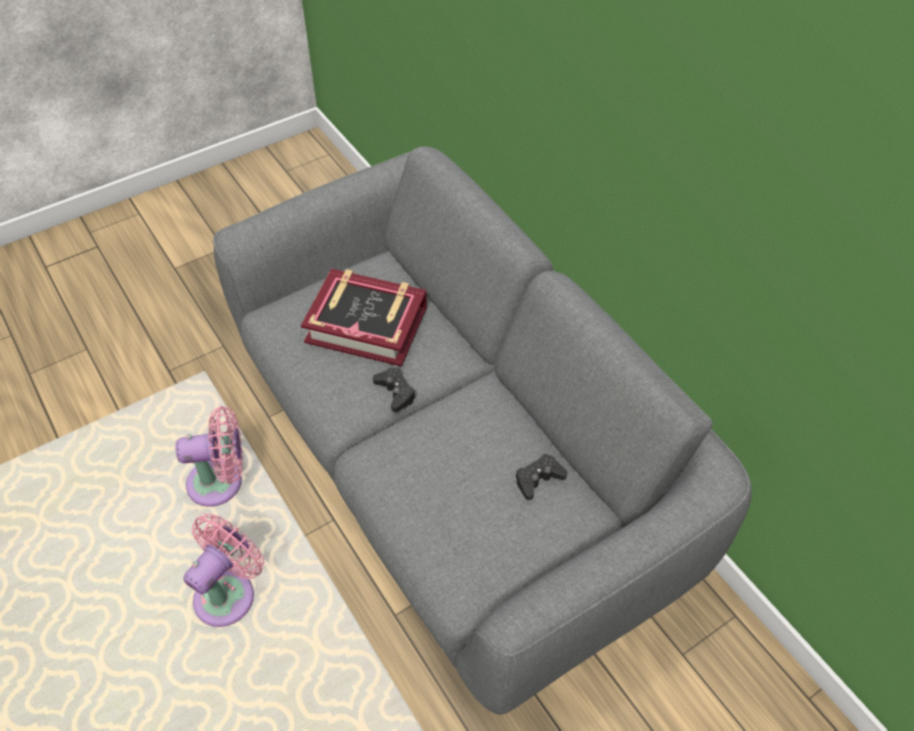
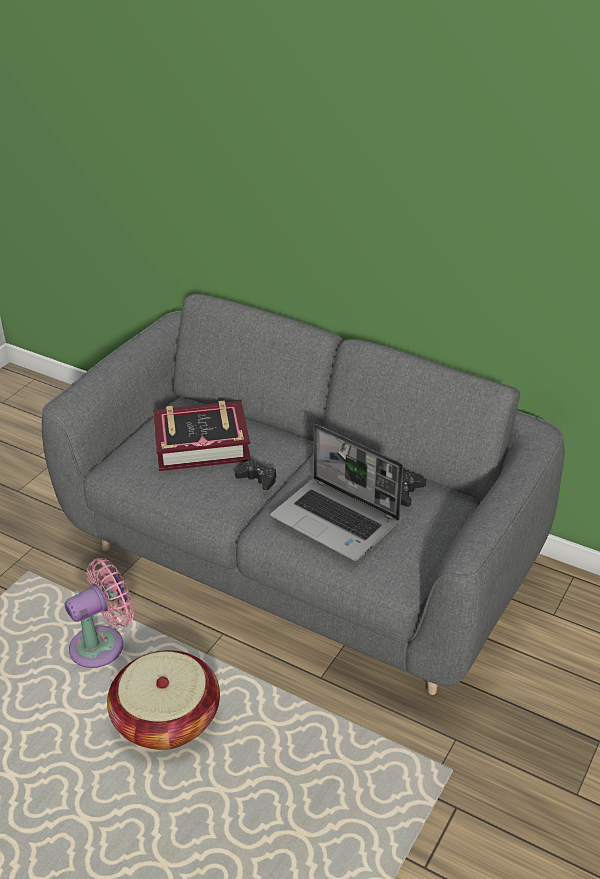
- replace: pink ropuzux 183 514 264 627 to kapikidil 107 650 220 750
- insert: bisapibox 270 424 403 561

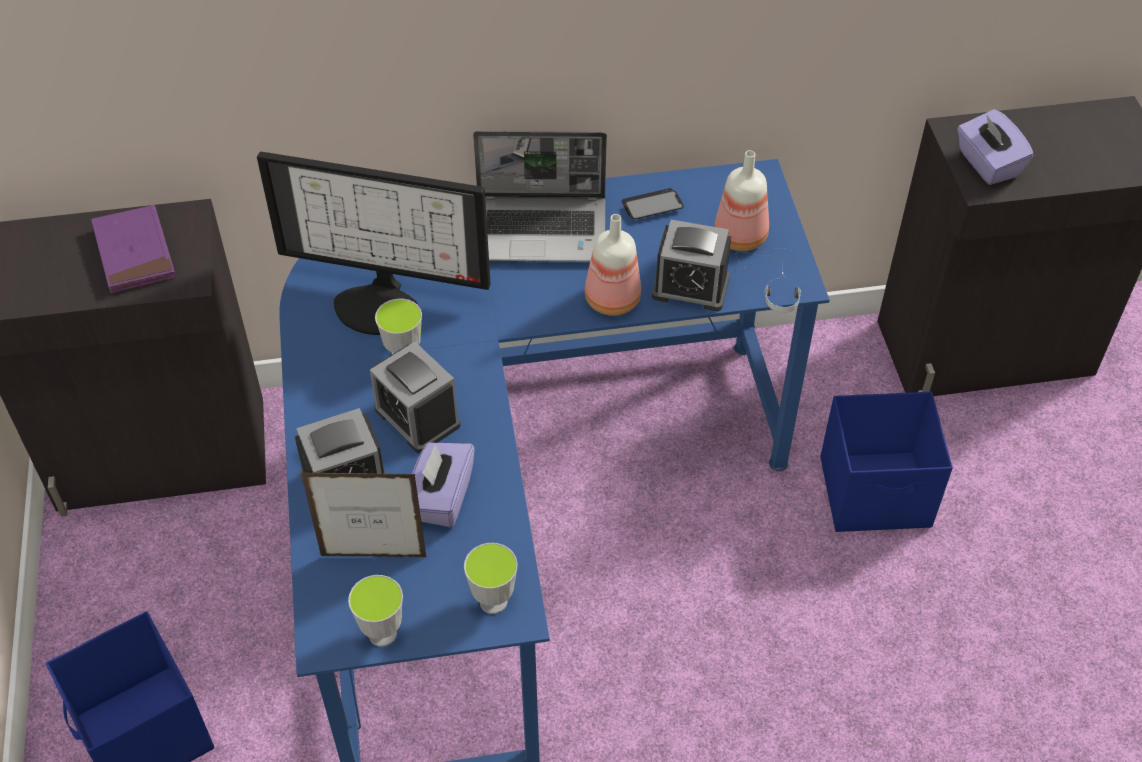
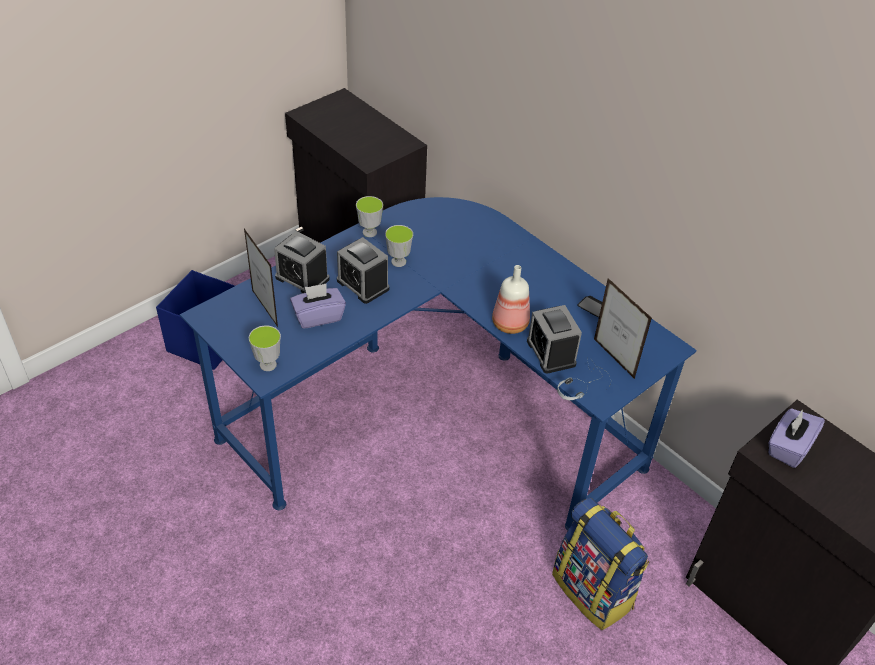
- delete: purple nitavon 91 205 176 293
- delete: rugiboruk 257 152 491 335
- move: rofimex 348 575 403 647 to 356 196 383 237
- rotate: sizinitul 370 342 460 453 = 337 237 389 304 60 degrees counterclockwise
- delete: bisapibox 473 131 607 262
- replace: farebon 714 150 769 251 to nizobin 594 278 652 379
- replace: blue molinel 820 392 953 532 to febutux 552 498 649 630

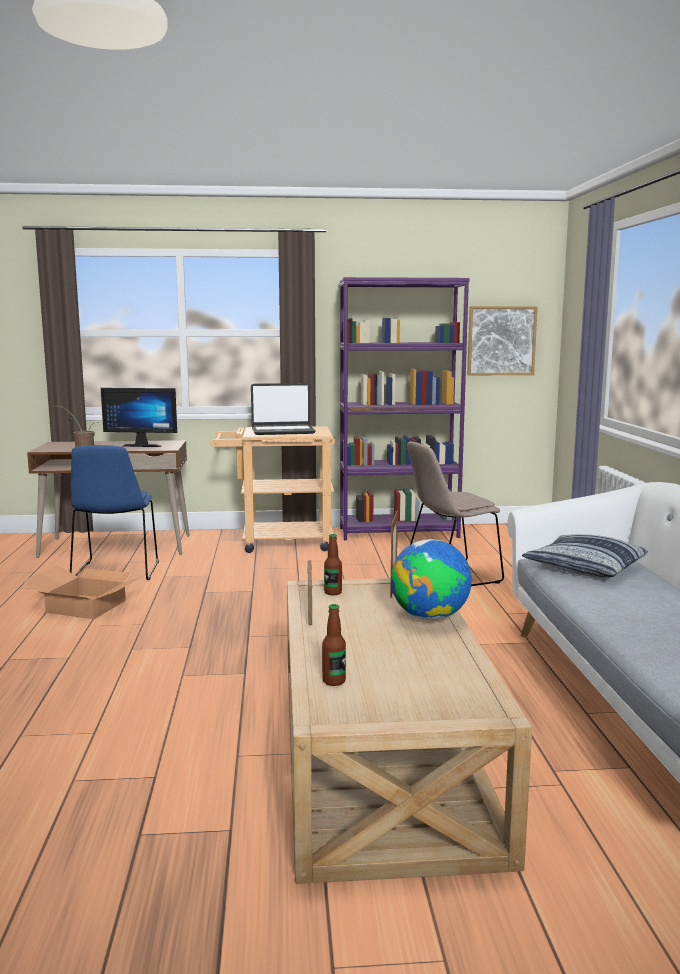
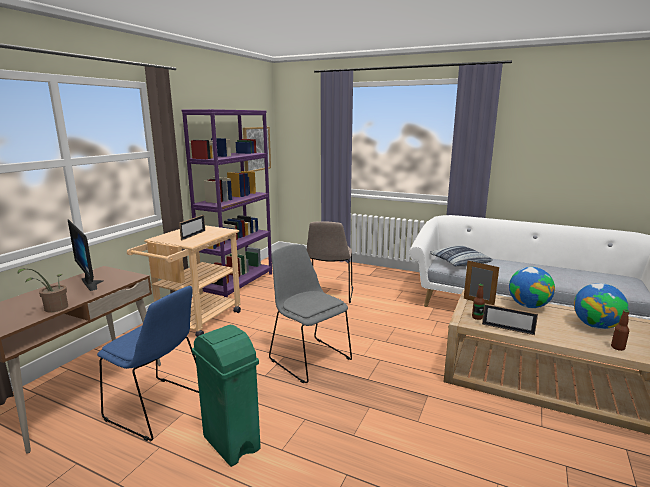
- replace: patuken 23 565 145 619 to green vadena 192 325 261 467
- rotate: rugiboruk 101 388 177 447 = 68 219 103 291 105 degrees clockwise
- replace: bisapibox 251 383 316 435 to nizobin 179 215 205 240
- insert: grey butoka 269 244 352 383
- insert: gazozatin 574 283 628 329

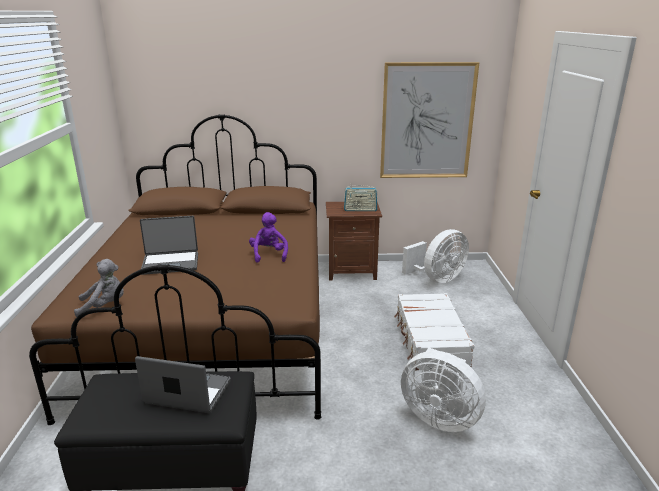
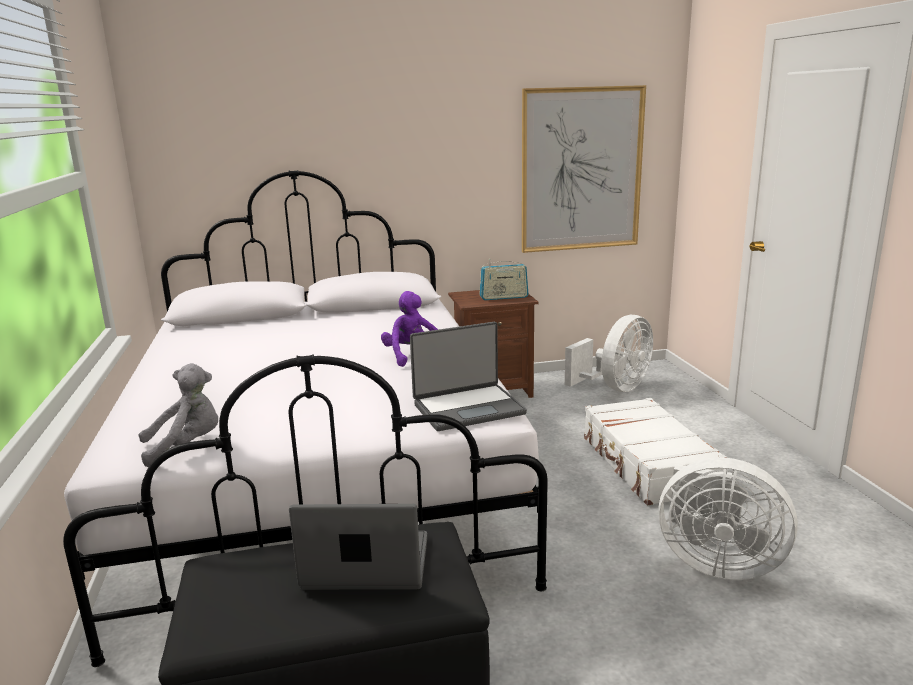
- recolor: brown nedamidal 29 114 321 425 to white nedamidal 63 170 548 667
- move: bisapibox 140 216 198 275 to 410 322 527 431

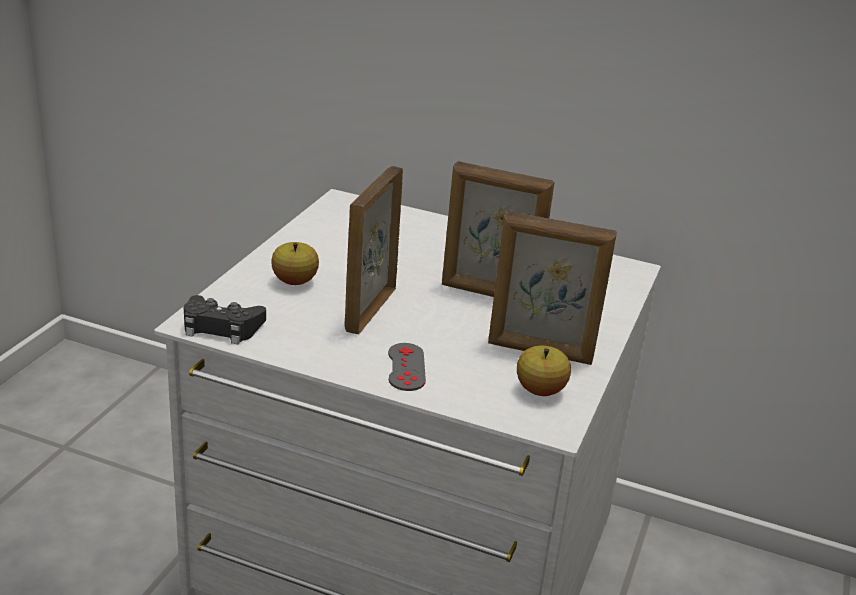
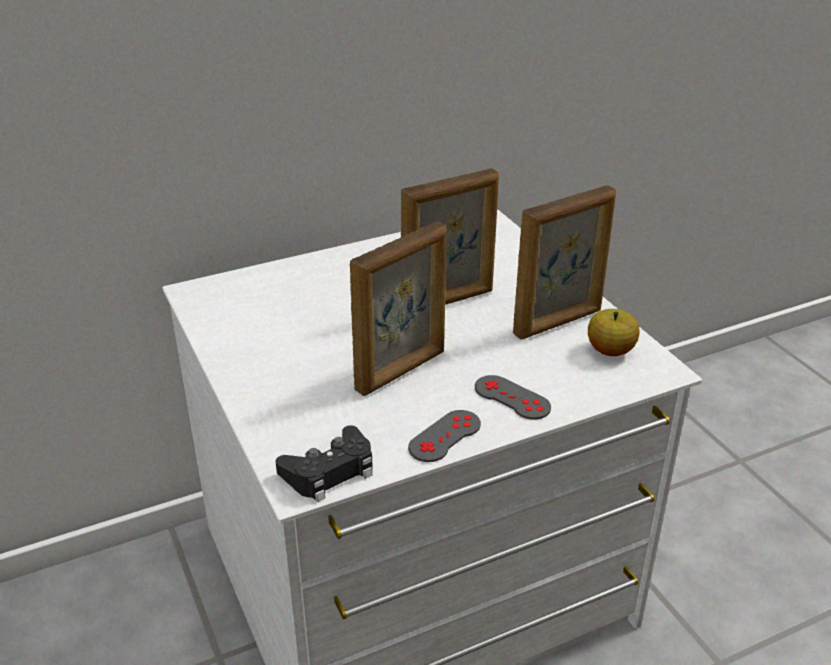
- delete: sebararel 271 242 319 285
- rotate: nizobin 345 166 403 334 = 350 222 446 396 105 degrees counterclockwise
- insert: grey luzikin 408 410 481 462

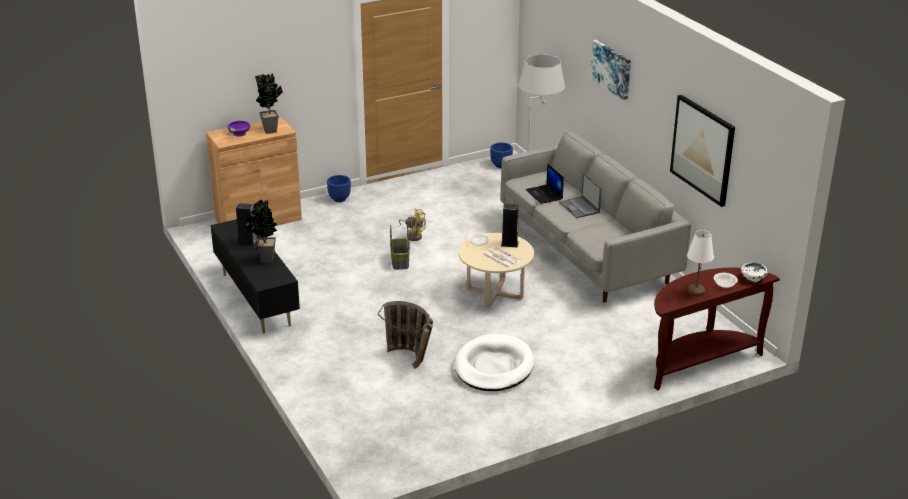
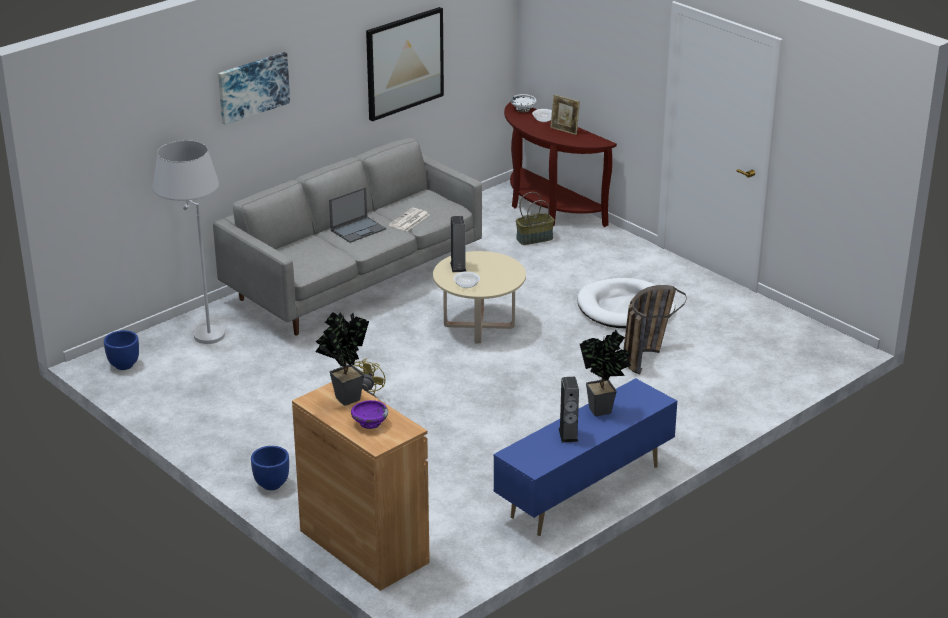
- recolor: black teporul 211 219 300 334 to blue teporul 493 378 677 536
- move: kapikidil 390 224 410 270 to 516 192 554 245
- move: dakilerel 483 247 522 268 to 389 208 429 231
- delete: bisapibox 526 163 564 204
- replace: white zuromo 687 230 714 296 to nizobin 550 94 580 135

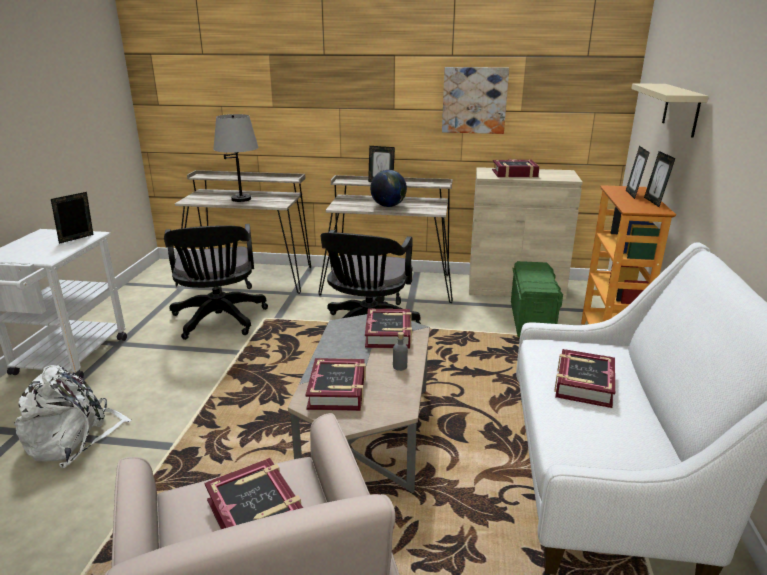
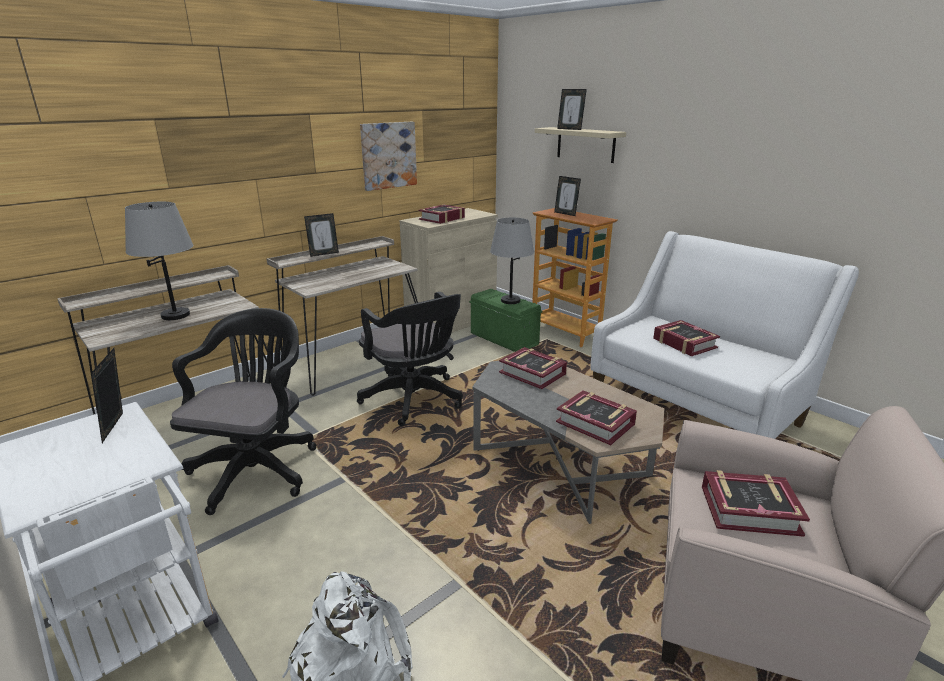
- rotate: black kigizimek 164 224 268 340 = 170 308 317 515 105 degrees counterclockwise
- delete: gazozatin 370 170 407 207
- delete: grey farebon 393 332 408 371
- move: nizobin 644 151 675 207 to 557 89 587 130
- insert: grey zuromo 490 217 534 304

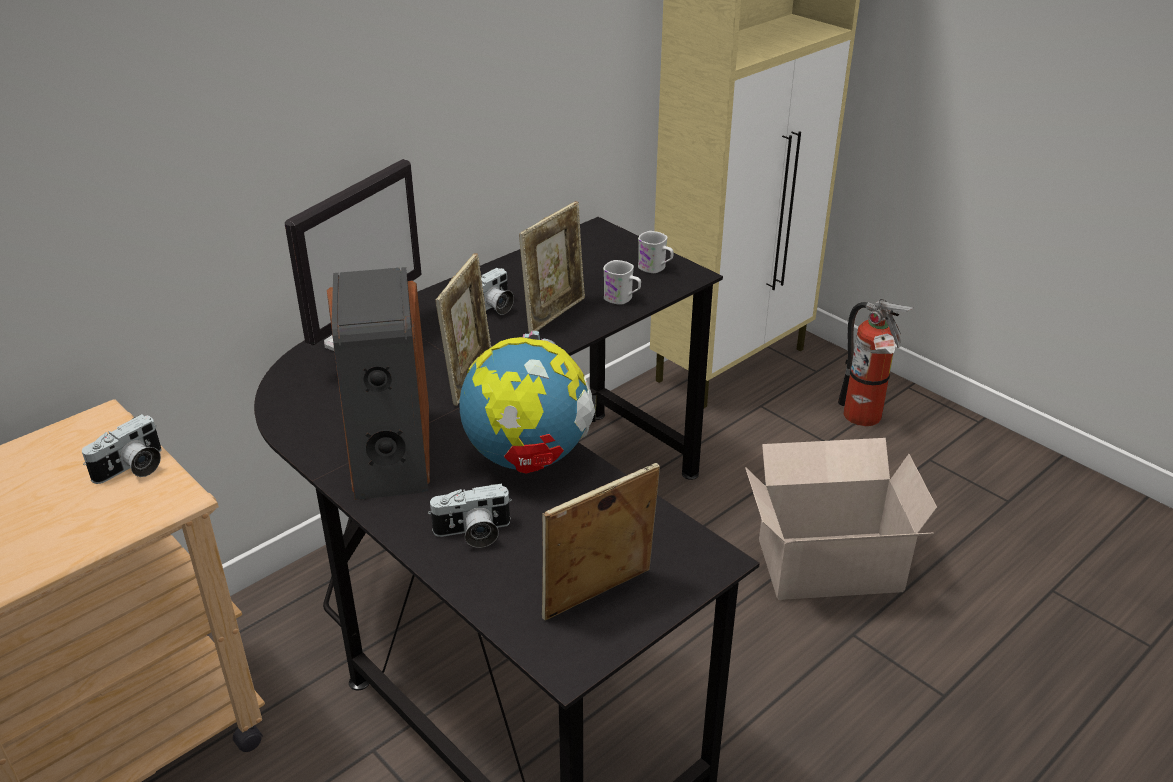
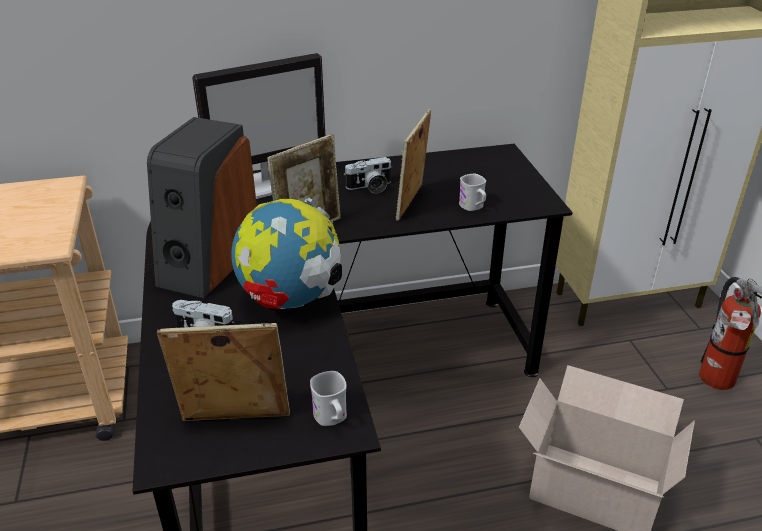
- delete: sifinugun 82 414 161 484
- rotate: nizobin 519 201 585 334 = 396 109 431 221 135 degrees clockwise
- move: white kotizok 638 231 674 273 to 310 371 347 426

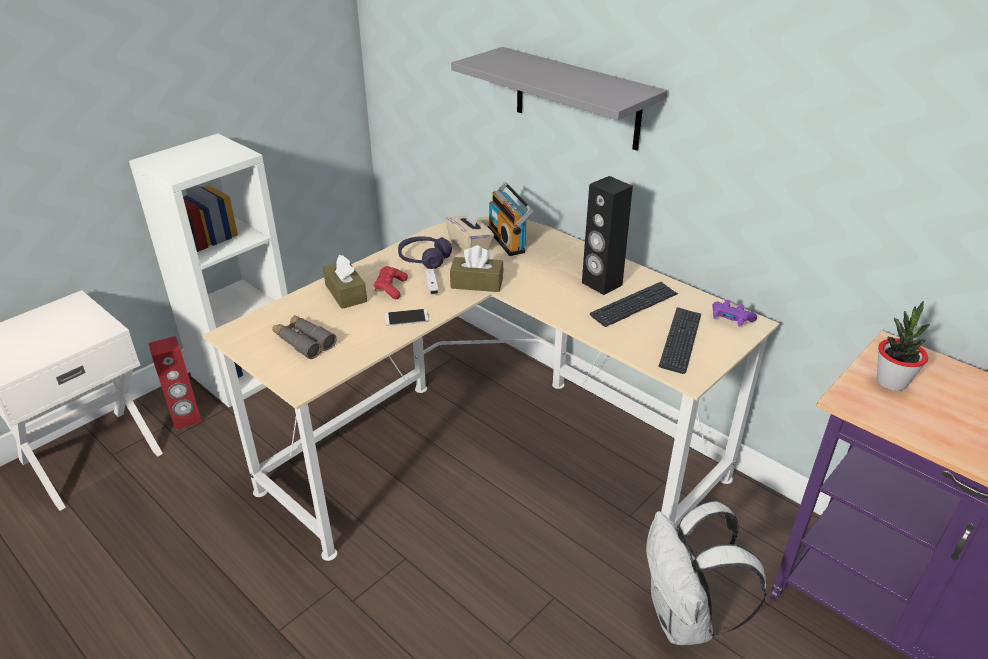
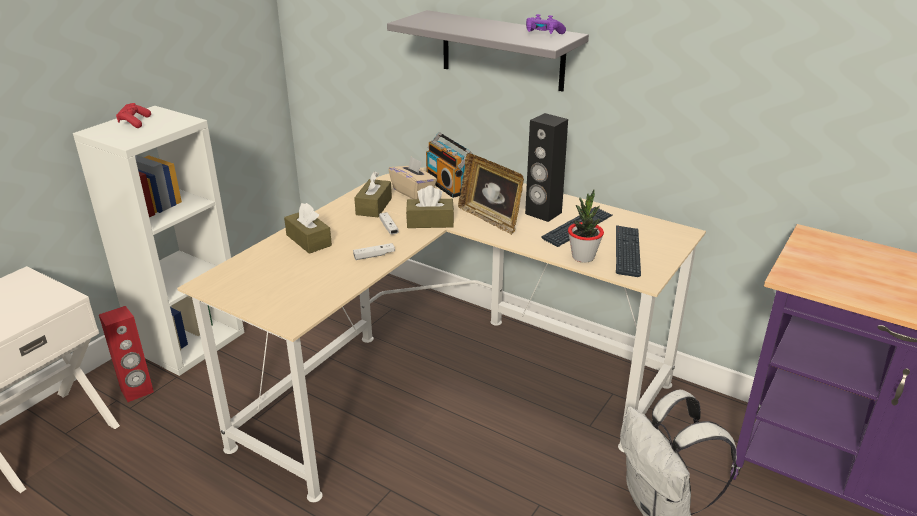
- delete: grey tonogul 272 315 337 359
- move: red luzikin 374 266 408 299 to 116 103 151 128
- replace: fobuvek 385 309 429 326 to white luzikin 353 243 395 260
- replace: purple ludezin 398 236 452 269 to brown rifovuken 354 171 392 217
- move: purple luzikin 712 300 757 327 to 526 14 566 34
- move: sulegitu 877 301 930 391 to 568 189 604 263
- insert: nizobin 458 153 524 235

